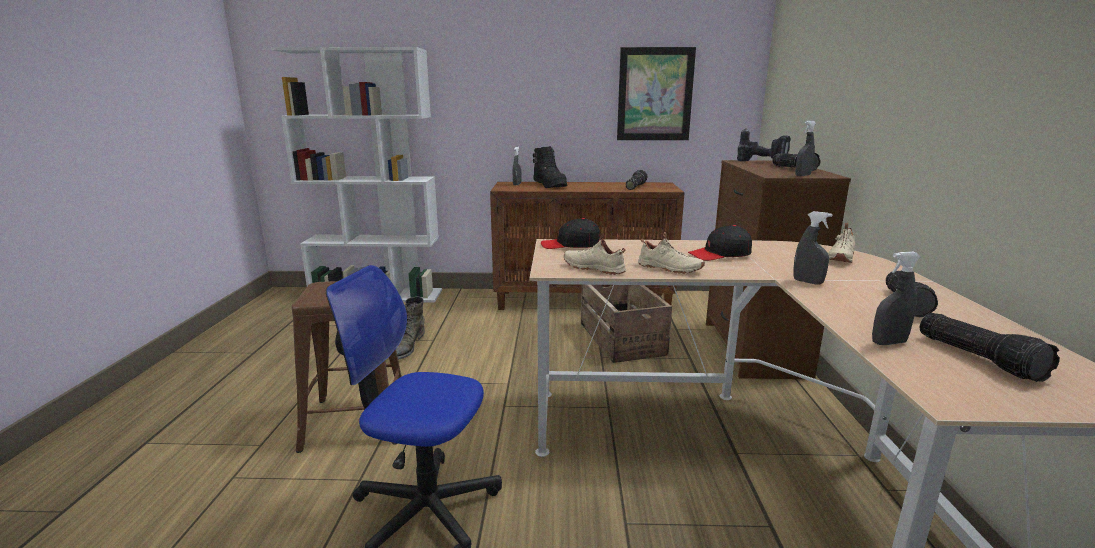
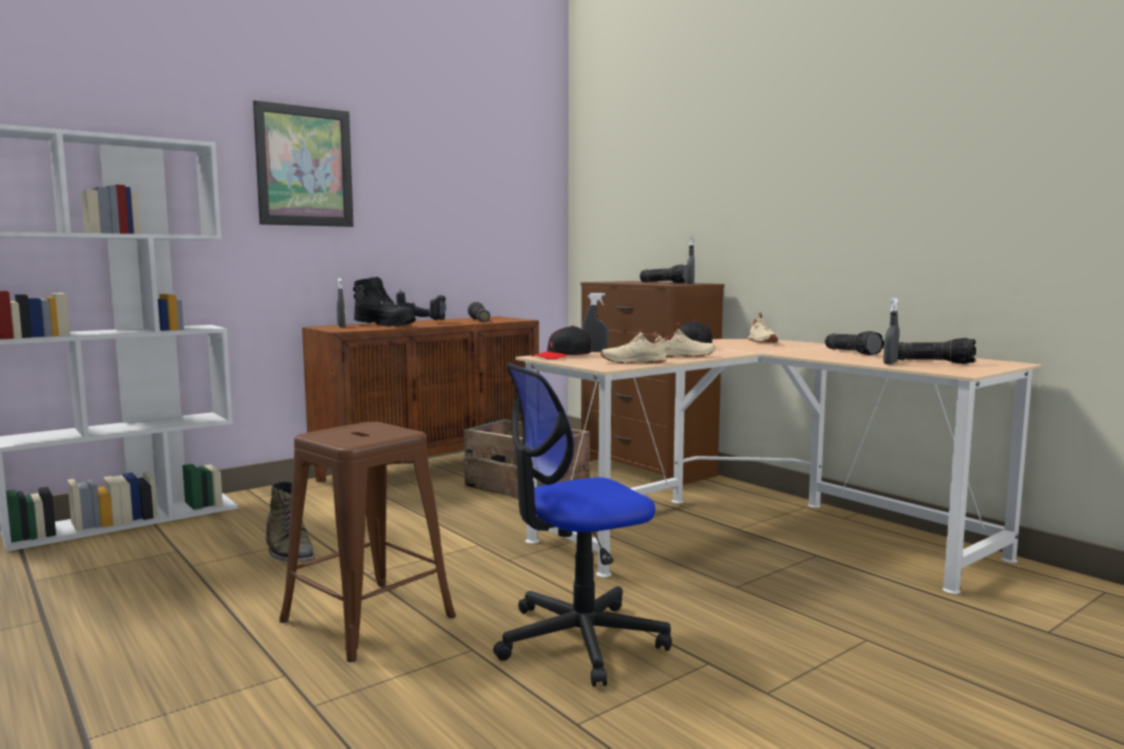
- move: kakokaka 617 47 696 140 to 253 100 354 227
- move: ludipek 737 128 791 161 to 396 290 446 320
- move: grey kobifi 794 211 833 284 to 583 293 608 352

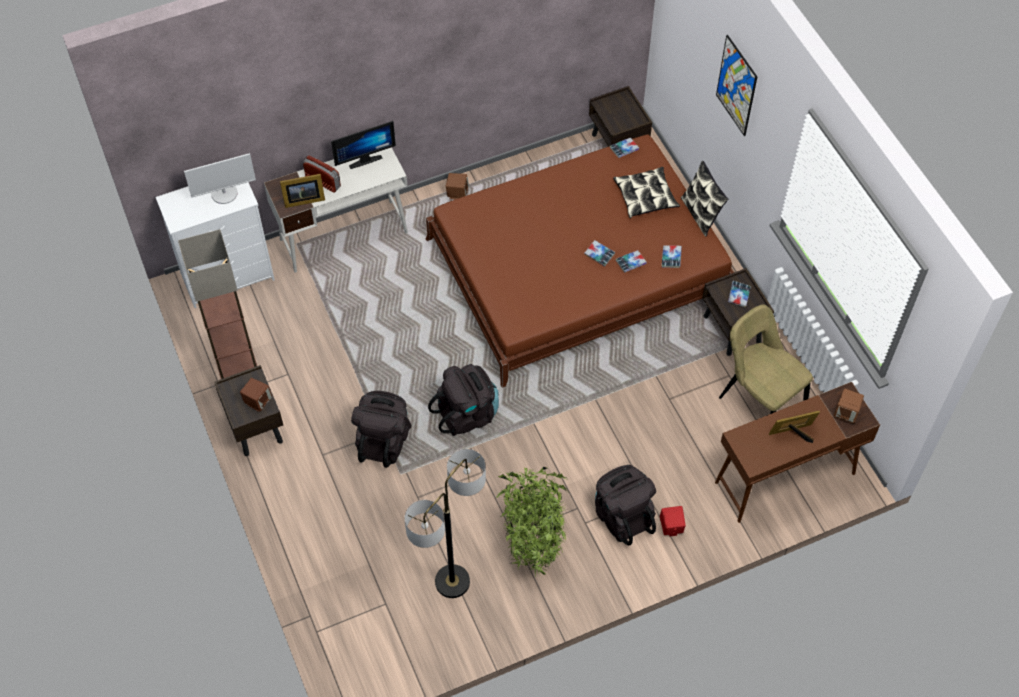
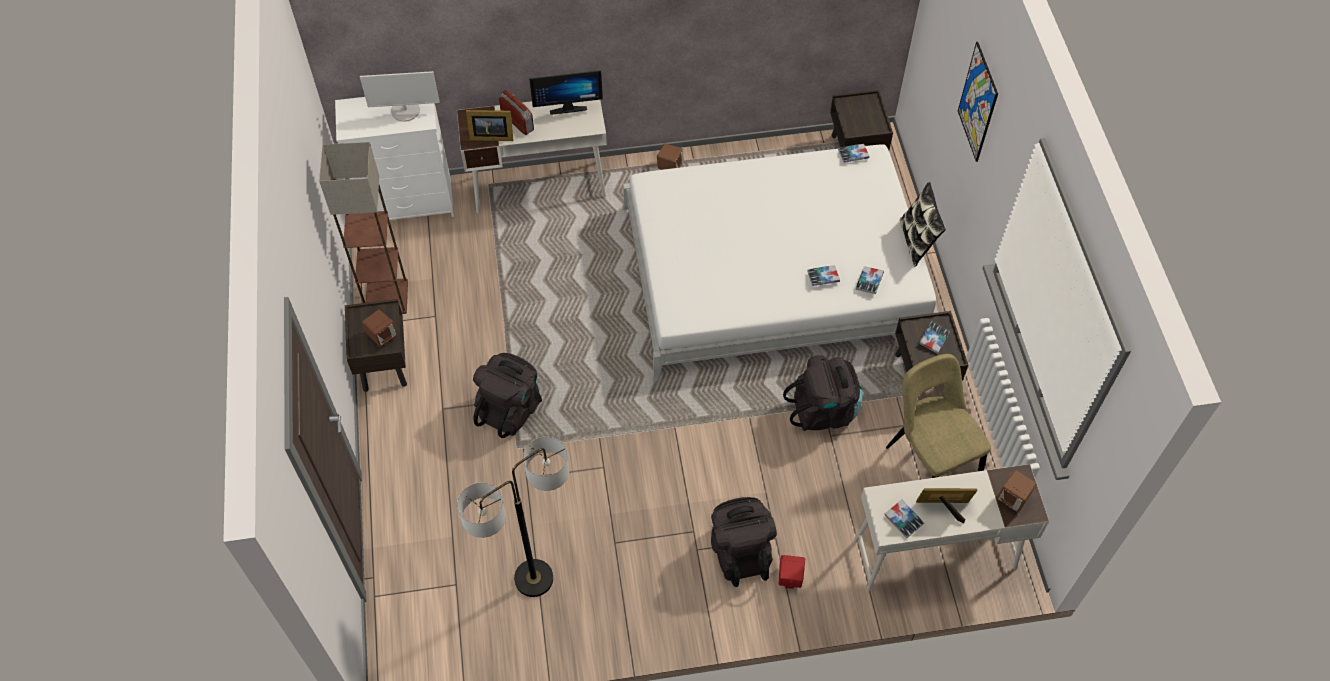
- recolor: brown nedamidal 426 134 734 388 to white nedamidal 622 144 938 381
- move: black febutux 428 364 499 436 to 783 355 864 431
- delete: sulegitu 496 467 570 576
- move: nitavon 584 240 615 266 to 885 500 924 538
- delete: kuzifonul 613 167 680 218
- recolor: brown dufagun 715 382 880 523 to white dufagun 854 464 1049 592

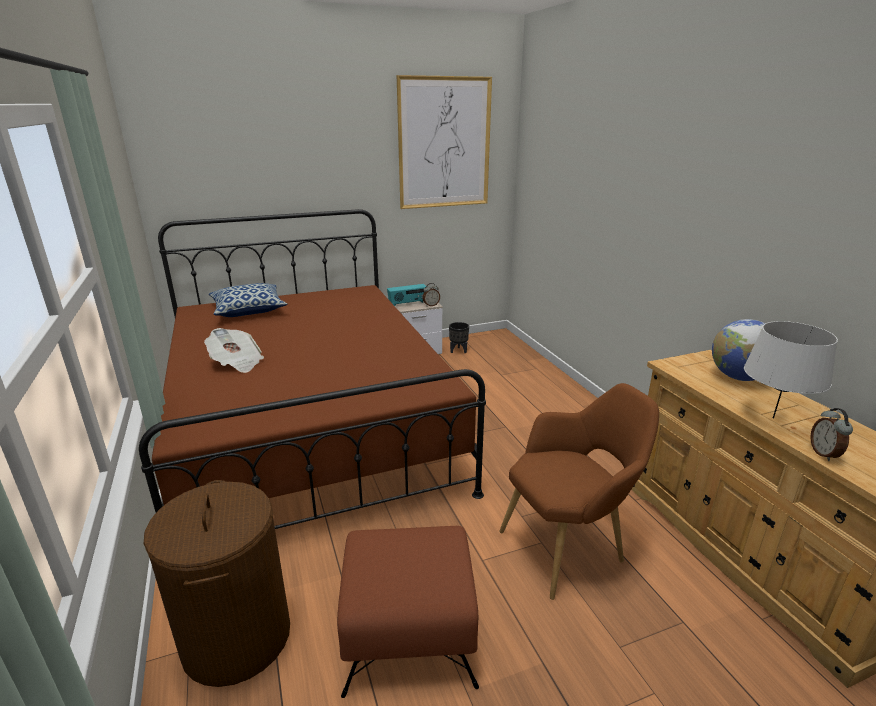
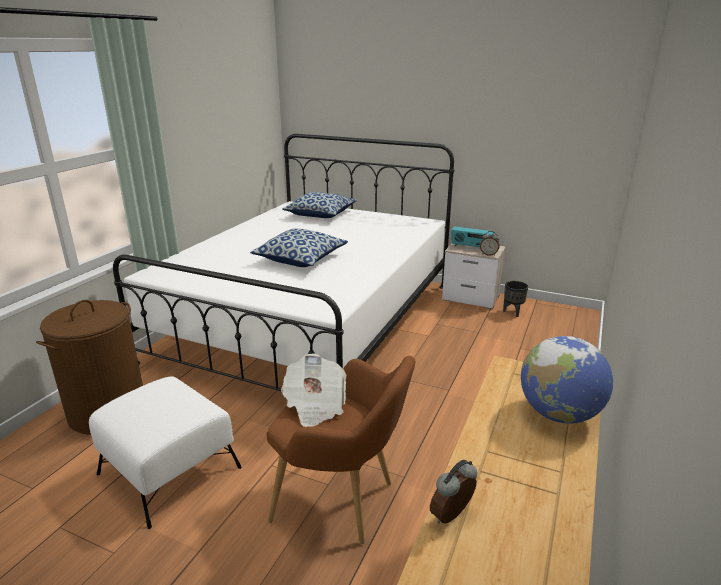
- recolor: brown nedamidal 139 209 486 529 to white nedamidal 113 134 454 391
- move: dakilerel 204 328 264 373 to 281 353 346 427
- recolor: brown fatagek 337 526 479 698 to white fatagek 89 376 242 529
- delete: kakokaka 397 75 492 209
- delete: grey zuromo 744 321 838 418
- insert: kuzifonul 250 228 348 267

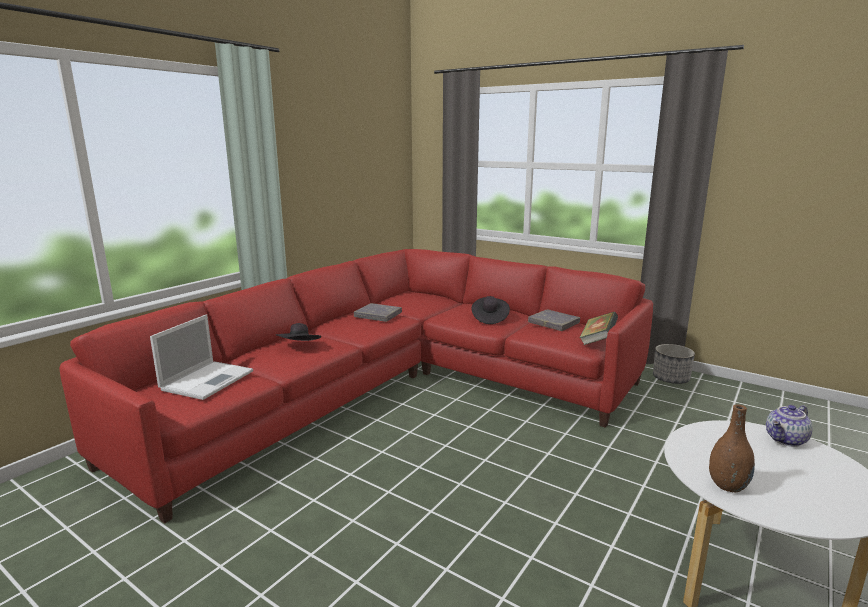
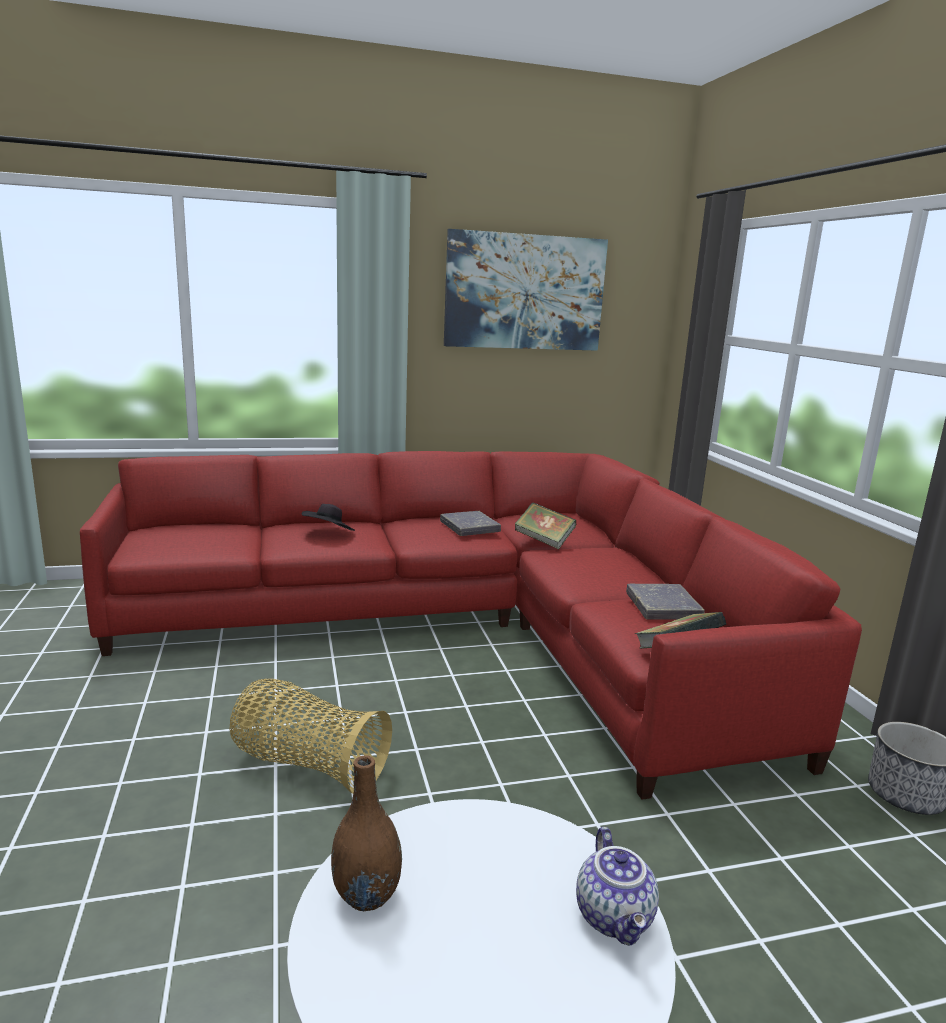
- delete: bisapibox 150 314 253 400
- delete: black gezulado 472 296 510 324
- rotate: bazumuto 766 405 813 447 = 576 827 659 946 105 degrees counterclockwise
- insert: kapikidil 229 679 392 794
- insert: kakokaka 444 229 608 351
- insert: nitavon 515 502 576 549

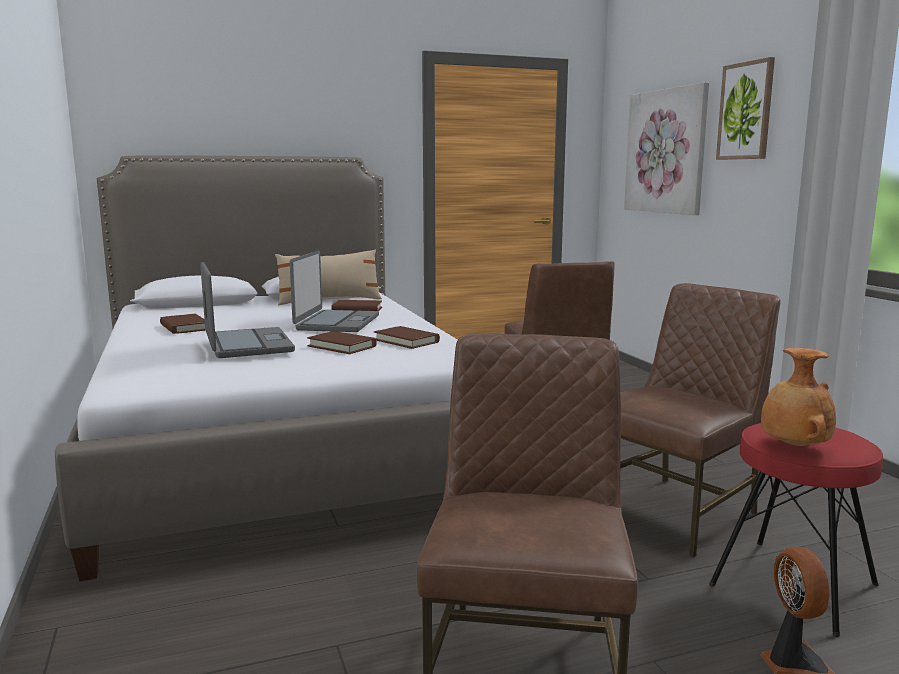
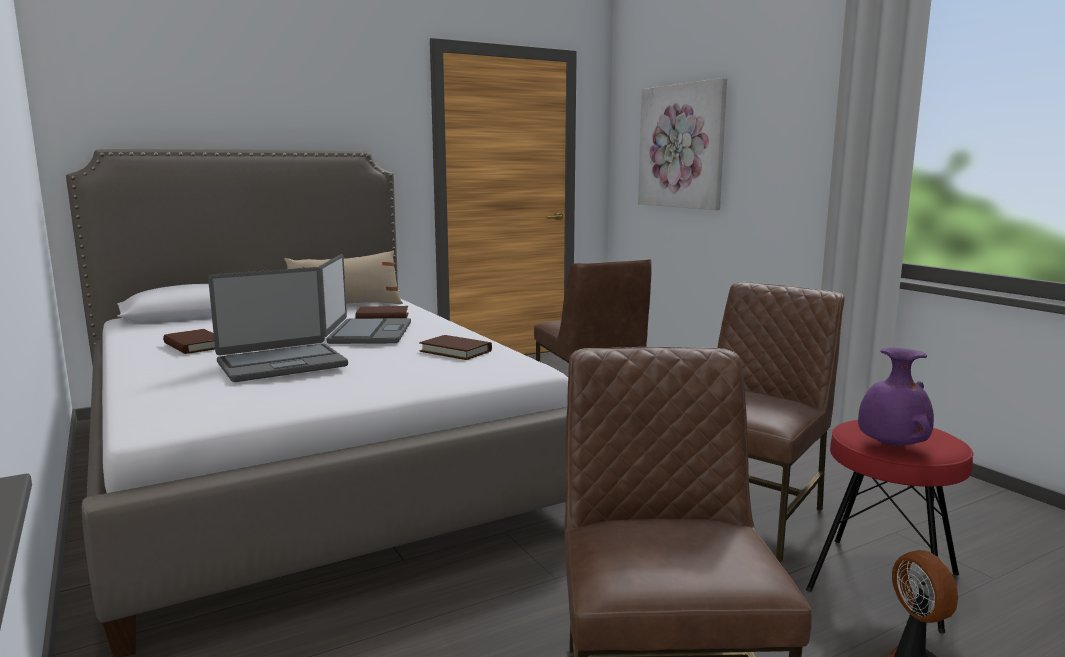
- rotate: bisapibox 200 262 295 358 = 208 267 348 382 90 degrees clockwise
- delete: brown nitavon 307 331 377 354
- delete: kakokaka 716 57 775 160
- recolor: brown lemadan 761 348 836 446 to purple lemadan 858 348 934 446

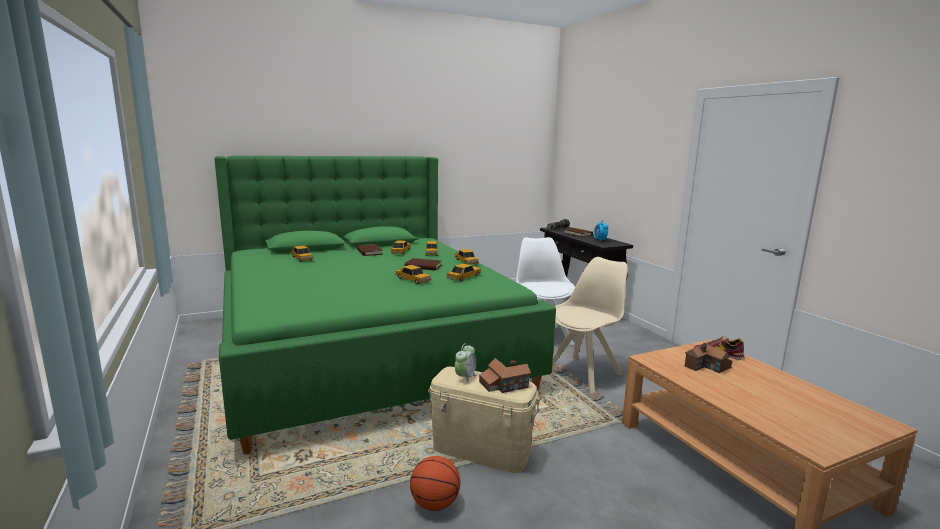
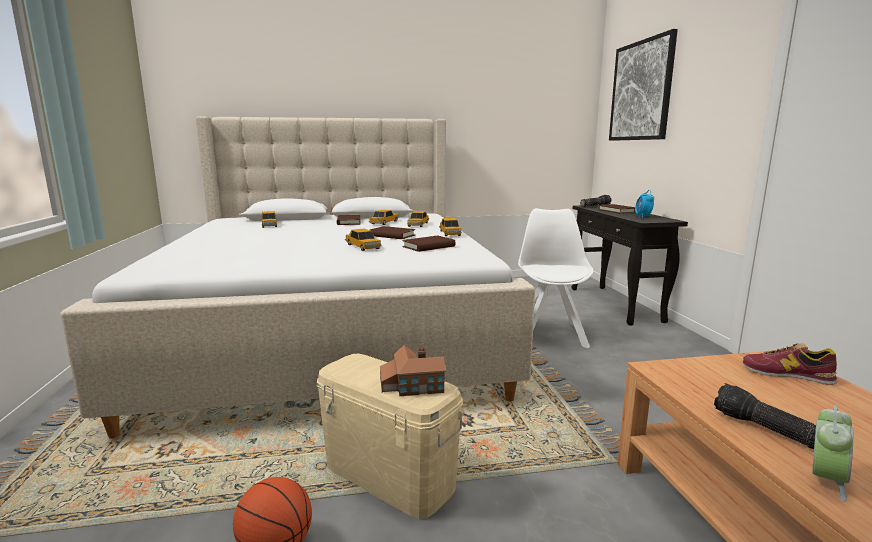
- recolor: green nedamidal 214 156 556 454 to beige nedamidal 60 116 535 439
- replace: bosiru 446 264 481 281 to brown nitavon 402 236 455 252
- move: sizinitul 455 343 477 385 to 812 405 853 501
- delete: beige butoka 552 257 627 394
- delete: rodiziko 685 343 732 373
- insert: kakokaka 609 29 678 141
- insert: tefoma 714 383 816 449

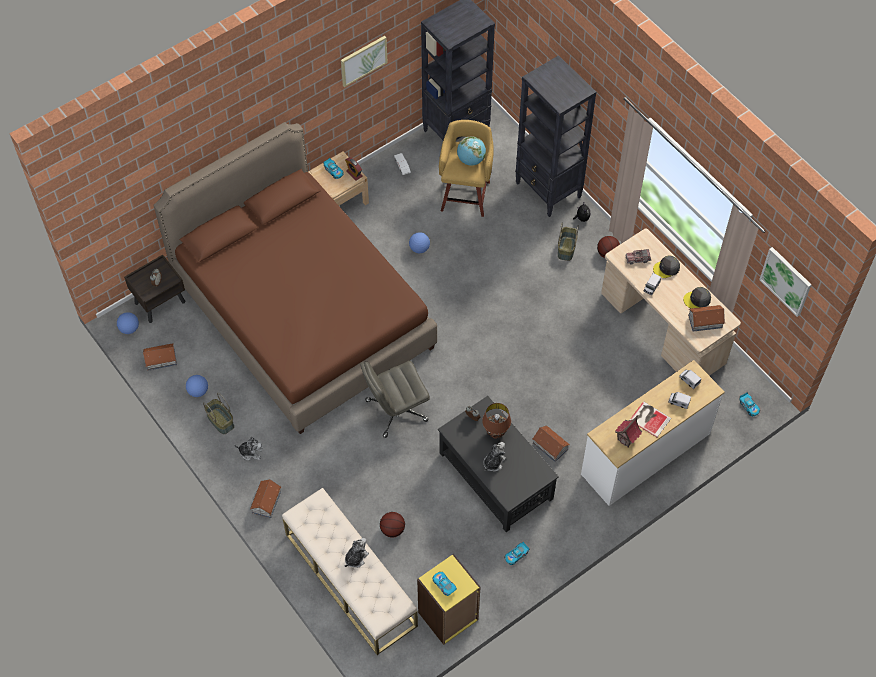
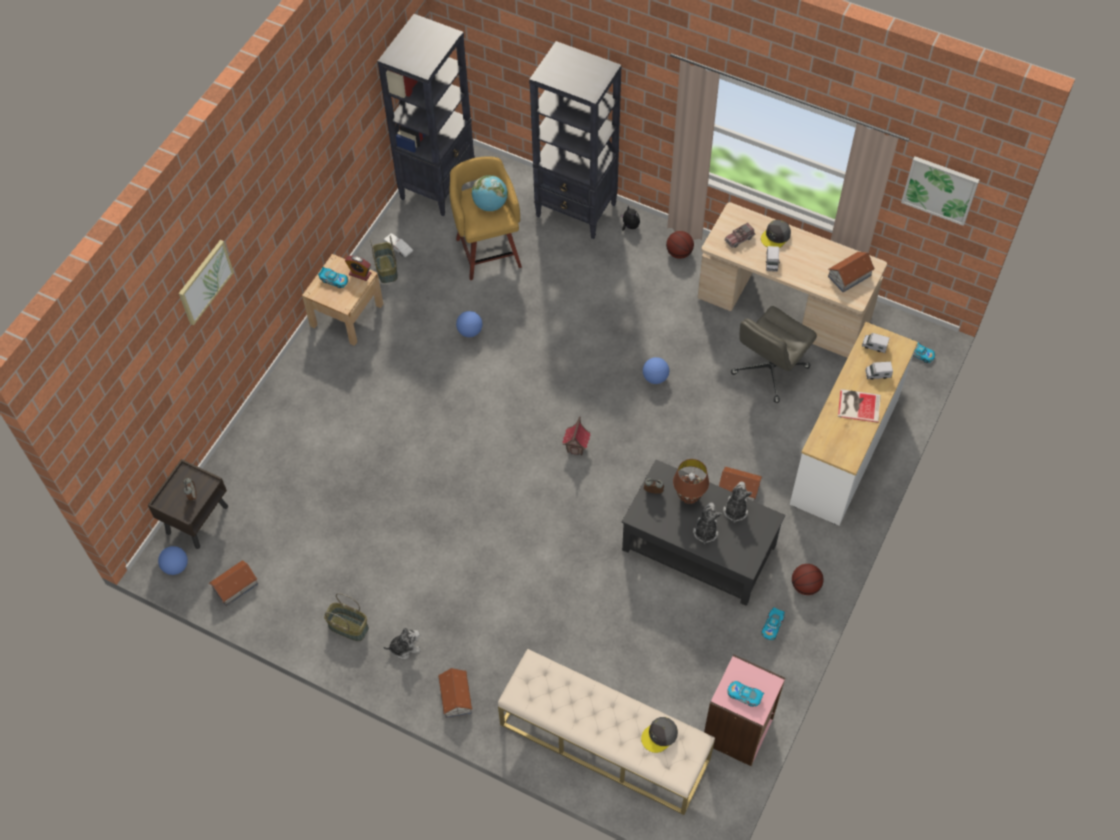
- delete: brown nedamidal 154 122 437 434
- move: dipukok 186 375 208 397 to 643 357 669 384
- move: kakokaka 341 36 388 87 to 179 240 234 326
- move: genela 345 538 369 568 to 723 481 752 523
- move: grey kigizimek 360 361 430 438 to 731 306 817 403
- move: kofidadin 380 512 405 537 to 792 564 824 595
- recolor: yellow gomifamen 417 554 480 645 to pink gomifamen 704 654 785 766
- move: kapikidil 558 222 579 261 to 370 235 398 283
- move: rodiziko 615 415 642 447 to 562 416 591 456
- move: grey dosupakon 683 287 711 308 to 641 717 678 753

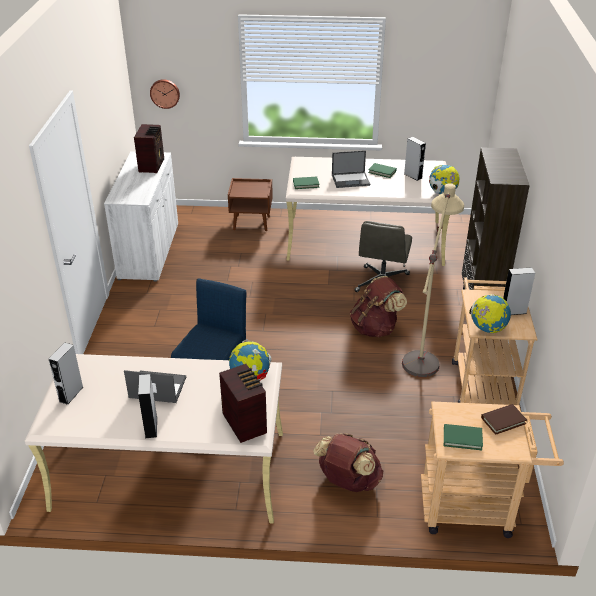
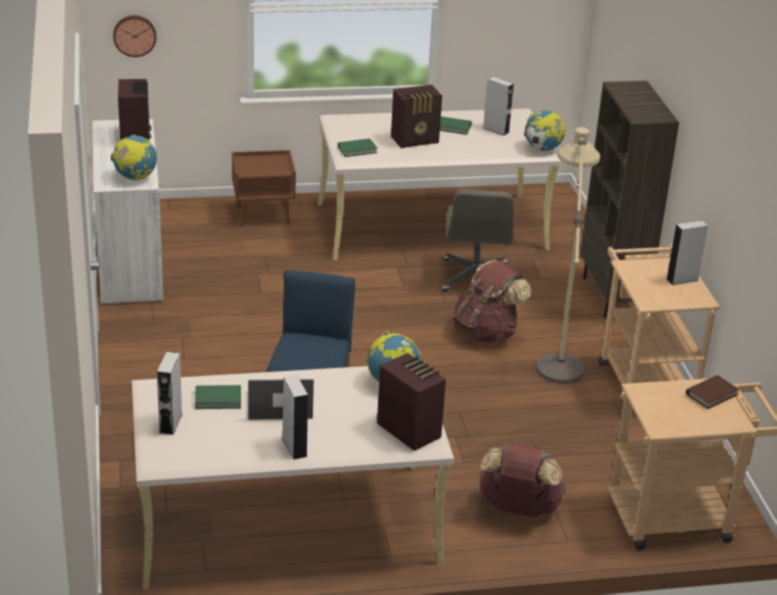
- replace: bisapibox 332 150 370 188 to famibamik 391 84 442 148
- move: green nitavon 444 424 483 450 to 195 385 241 409
- move: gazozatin 469 294 511 333 to 111 135 157 180

